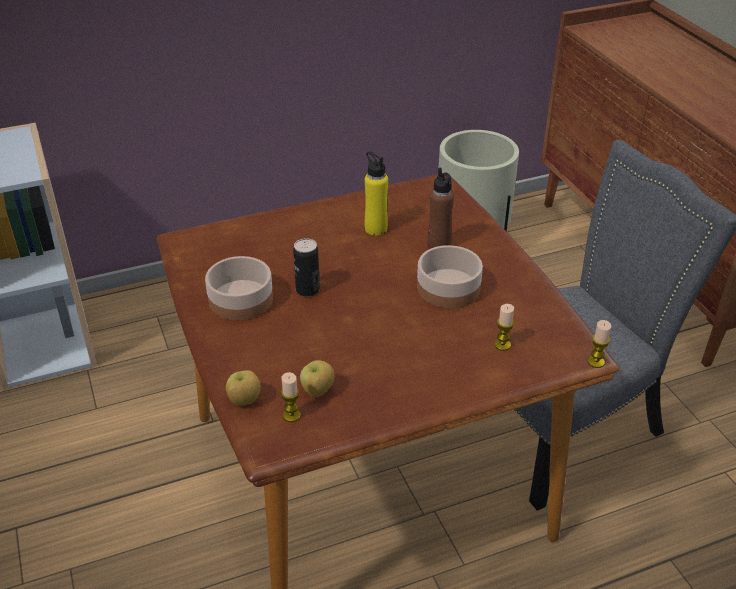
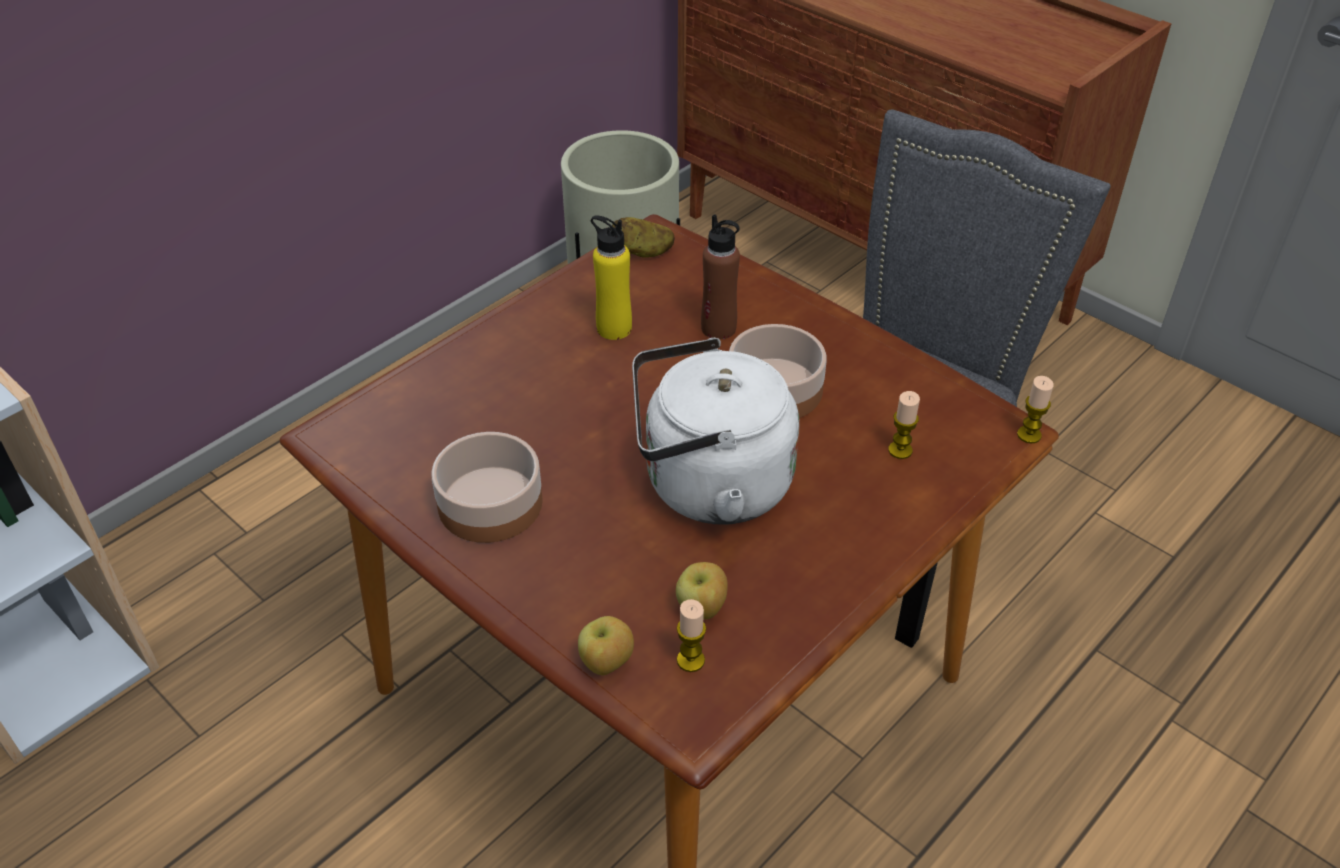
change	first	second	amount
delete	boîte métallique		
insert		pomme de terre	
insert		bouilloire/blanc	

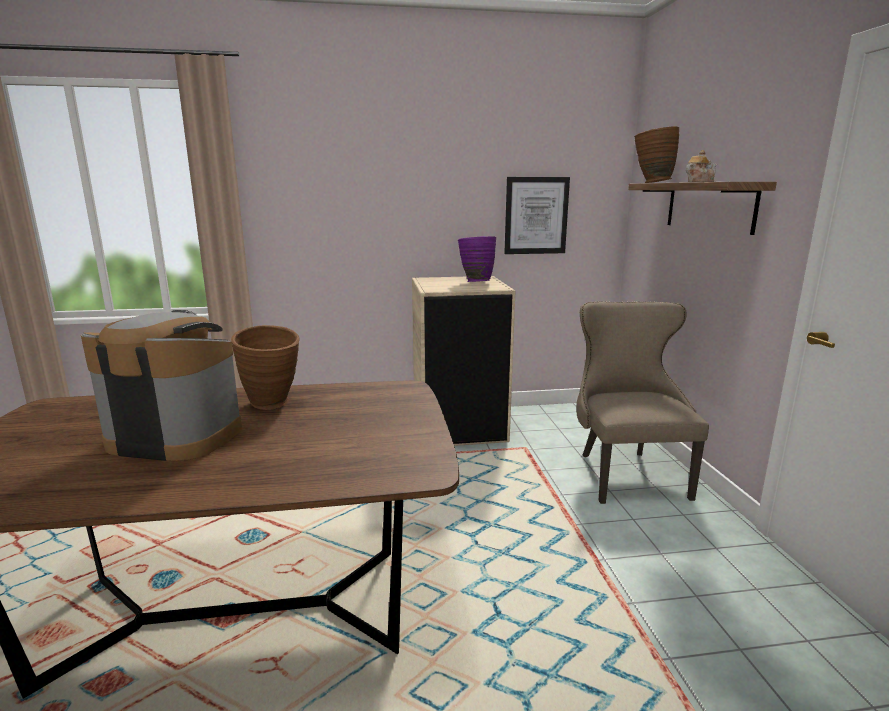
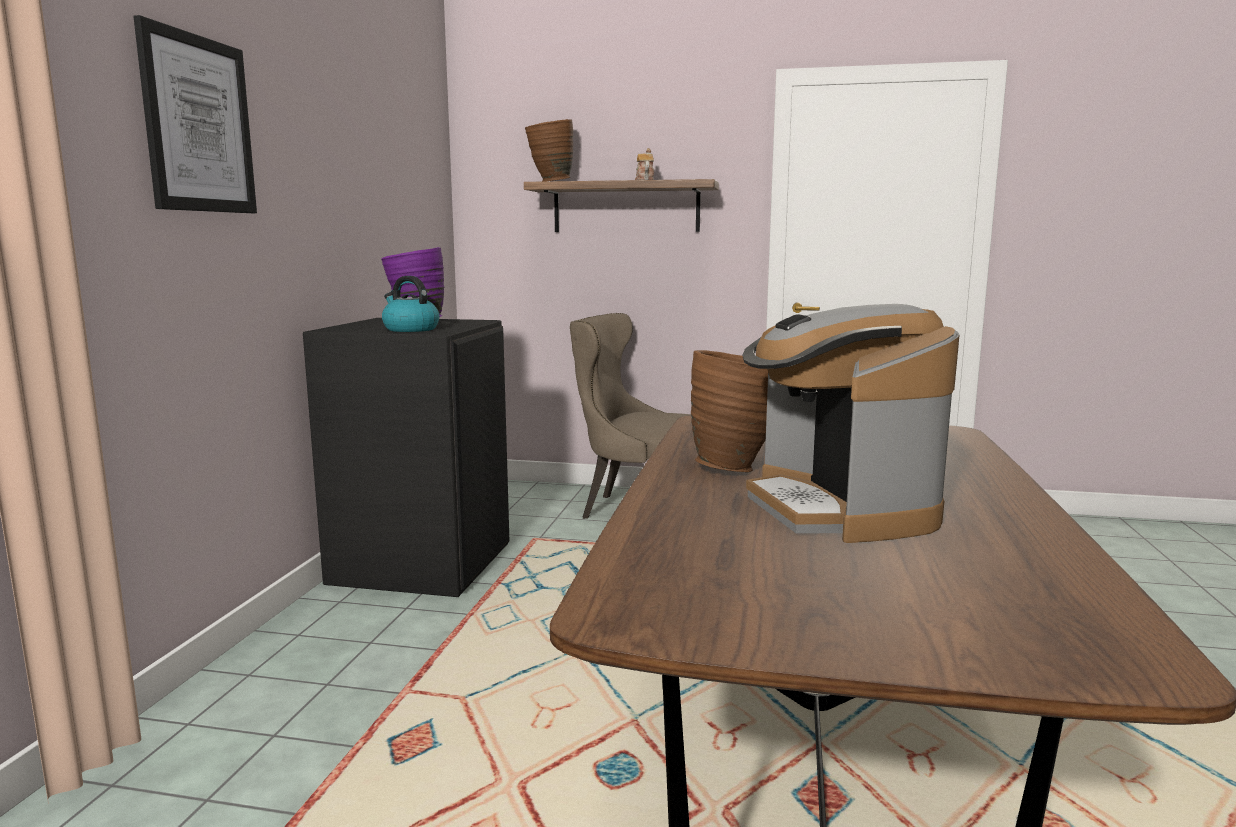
change	first	second	amount
move	tableau		
recolor	meuble de rangement/beige	meuble de rangement/noir	
rotate	machine à café		45 degrees counterclockwise
insert		bouilloire	

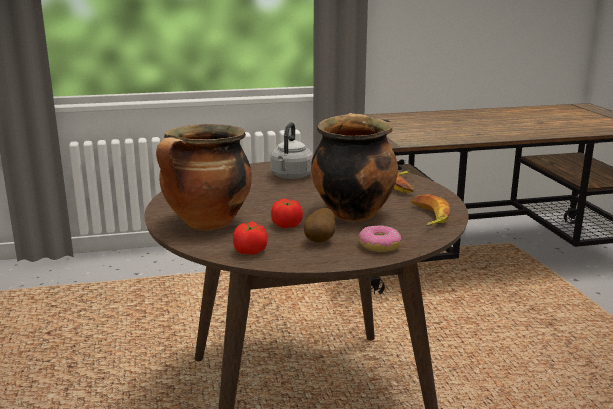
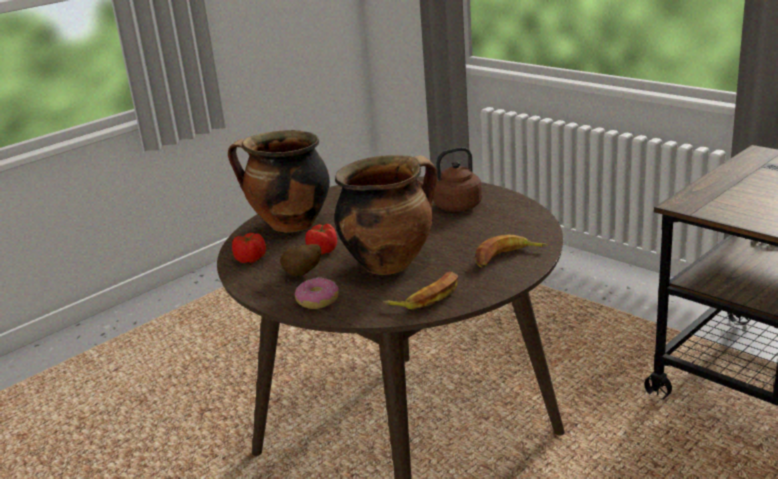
change	first	second	amount
recolor	bouilloire/gris	bouilloire/marron	

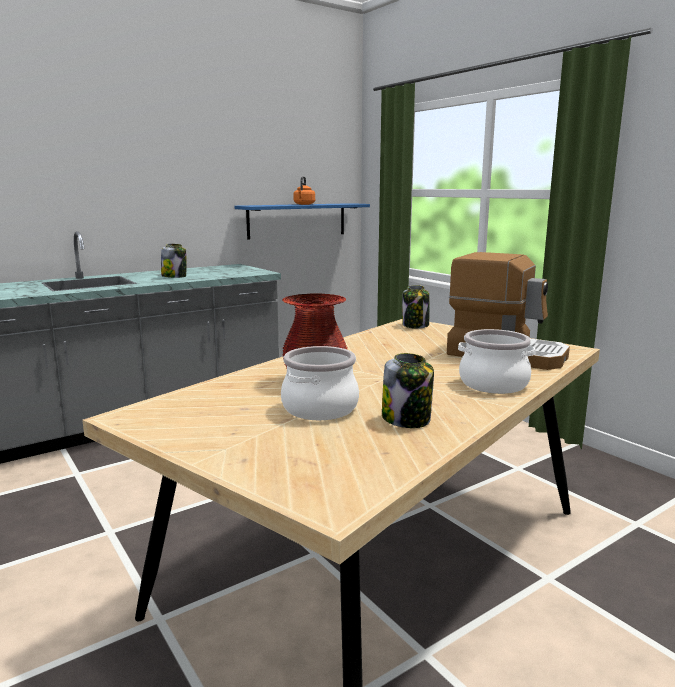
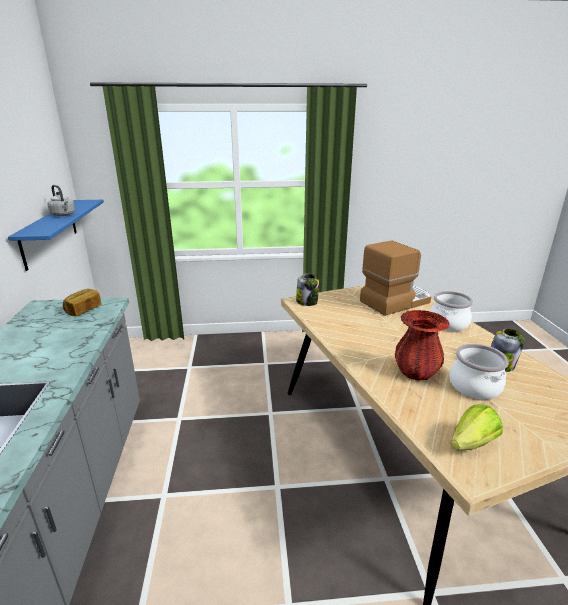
change	first	second	amount
recolor	bouilloire/orange	bouilloire/gris	
delete	bocal (1st from left)		
insert		pain	
insert		laitue	

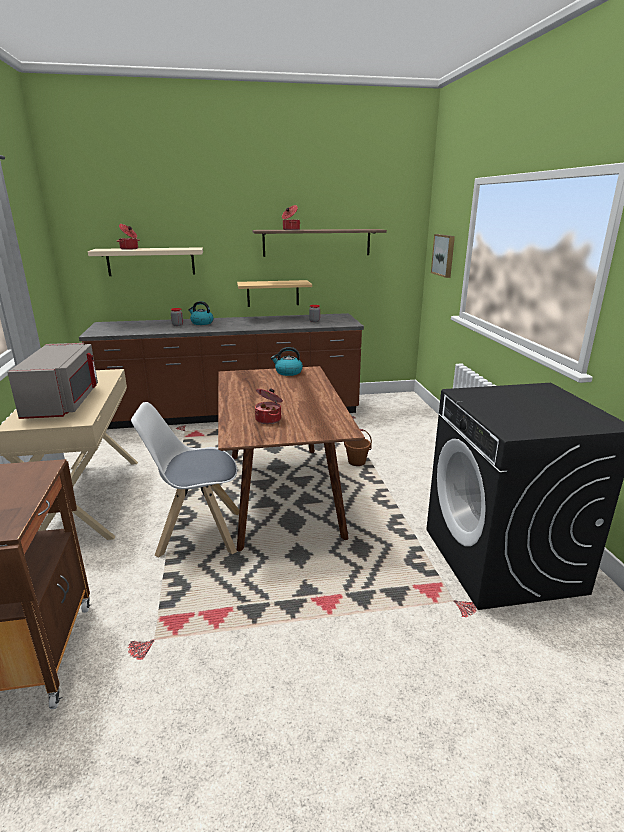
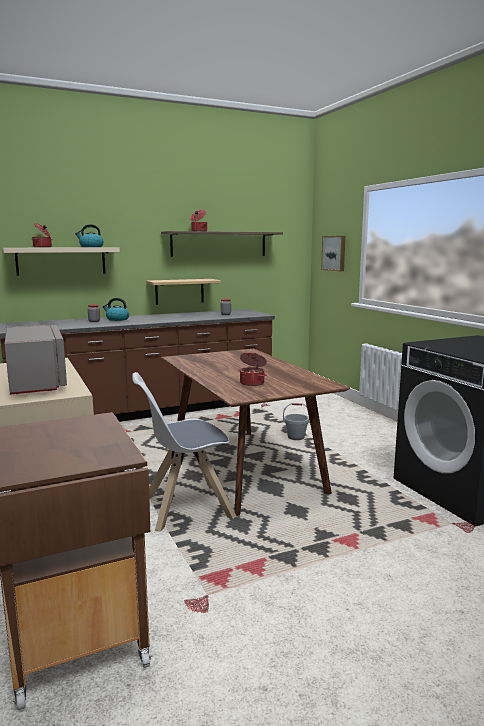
change	first	second	amount
move	bouilloire (2nd from left in the first image)	bouilloire (1st from left)	
recolor	seau/marron	seau/gris	

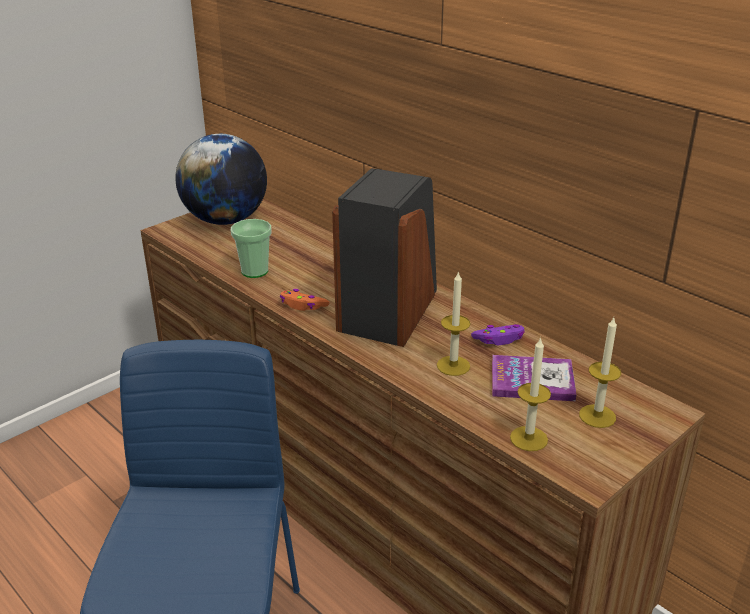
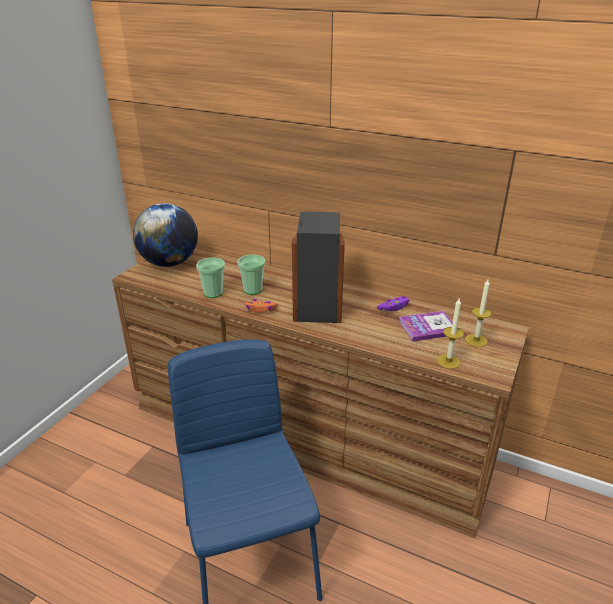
change	first	second	amount
delete	bougie (1st from left)		
insert		tasse (2nd from left)	

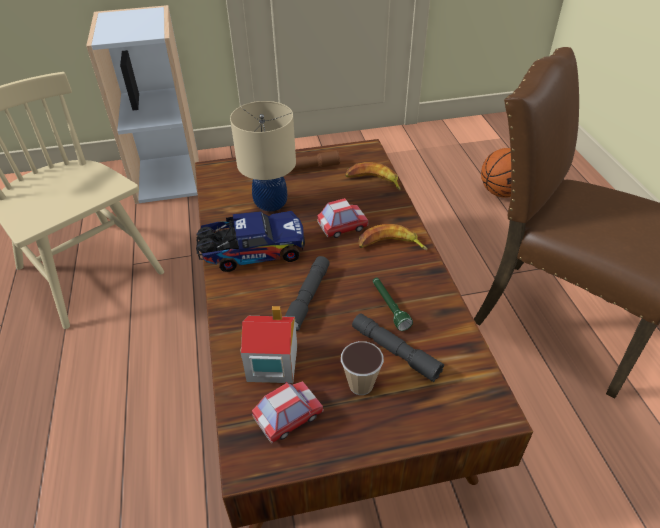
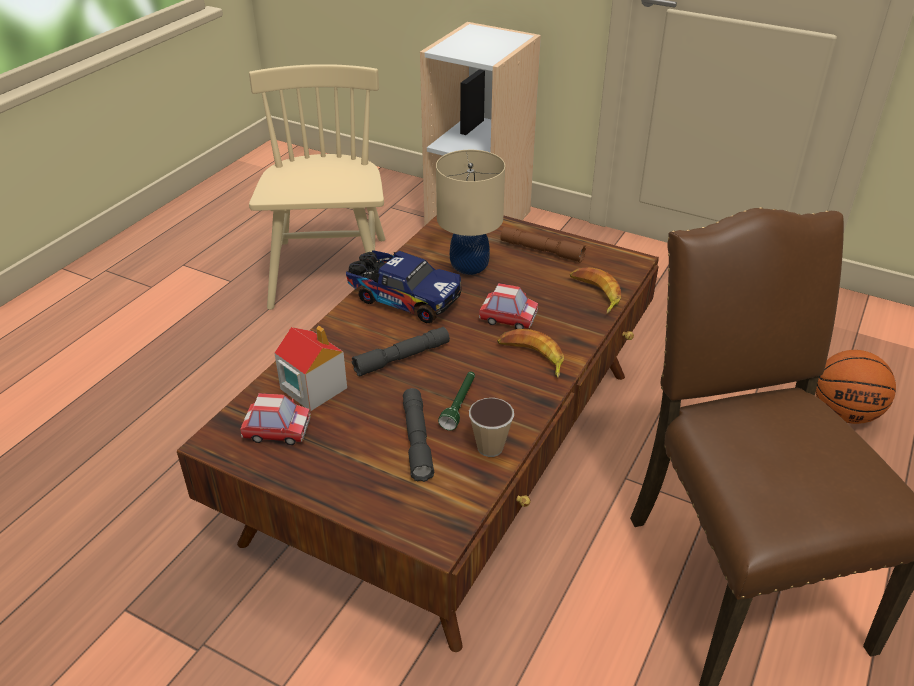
change	first	second	amount
move	tasse		

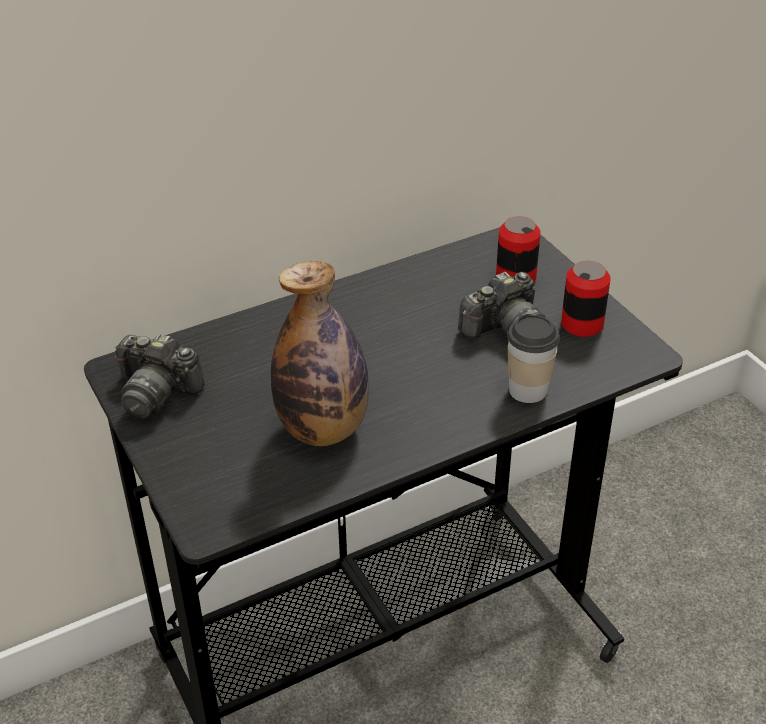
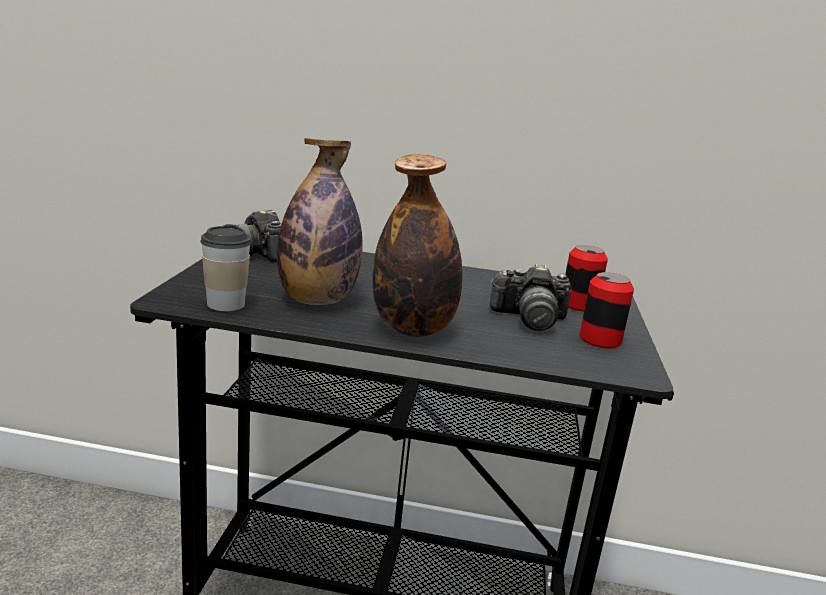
change	first	second	amount
move	tasse		
insert		bouteille (2nd from left)	

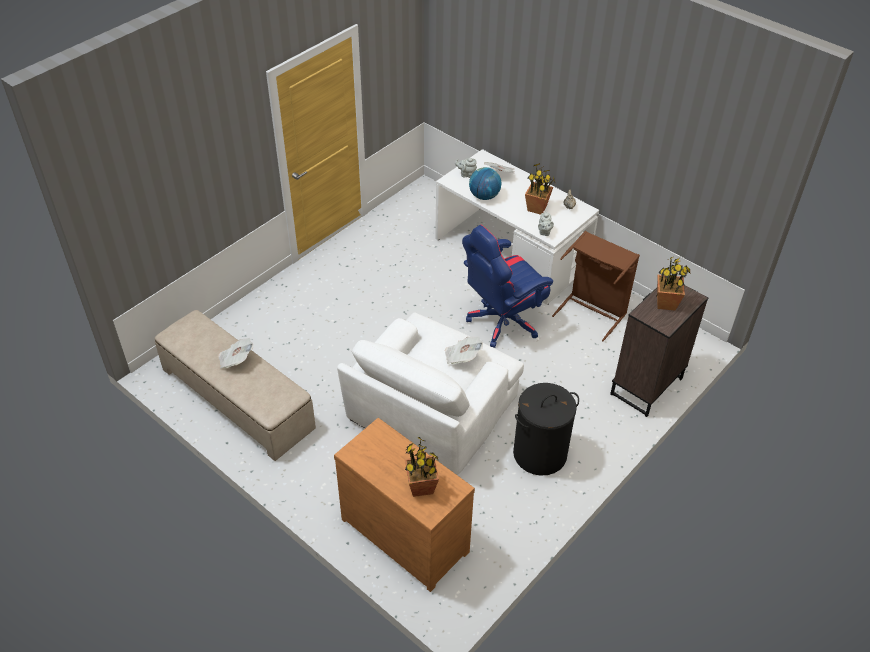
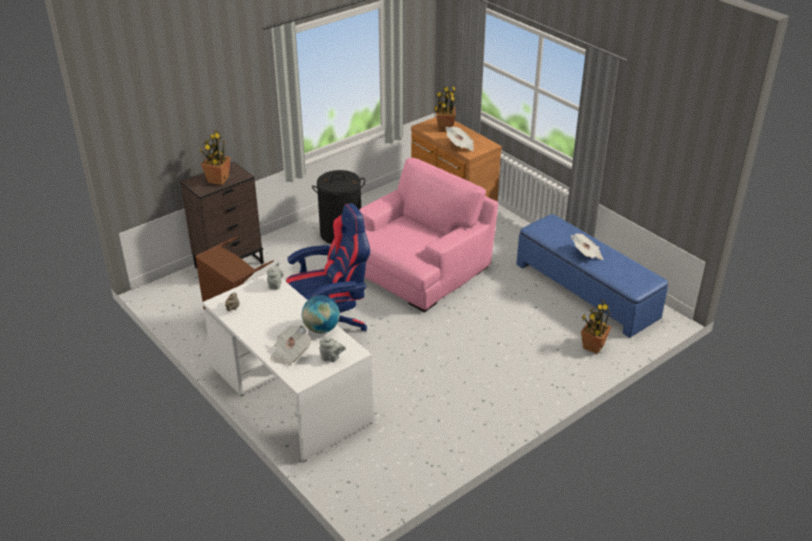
change	first	second	amount
move	plante en pot (2nd from left in the first image)	plante en pot (3rd from left)	
recolor	banc/beige	banc/bleu	
recolor	fauteuil/blanc	fauteuil/rose	
move	journal (2nd from left)		

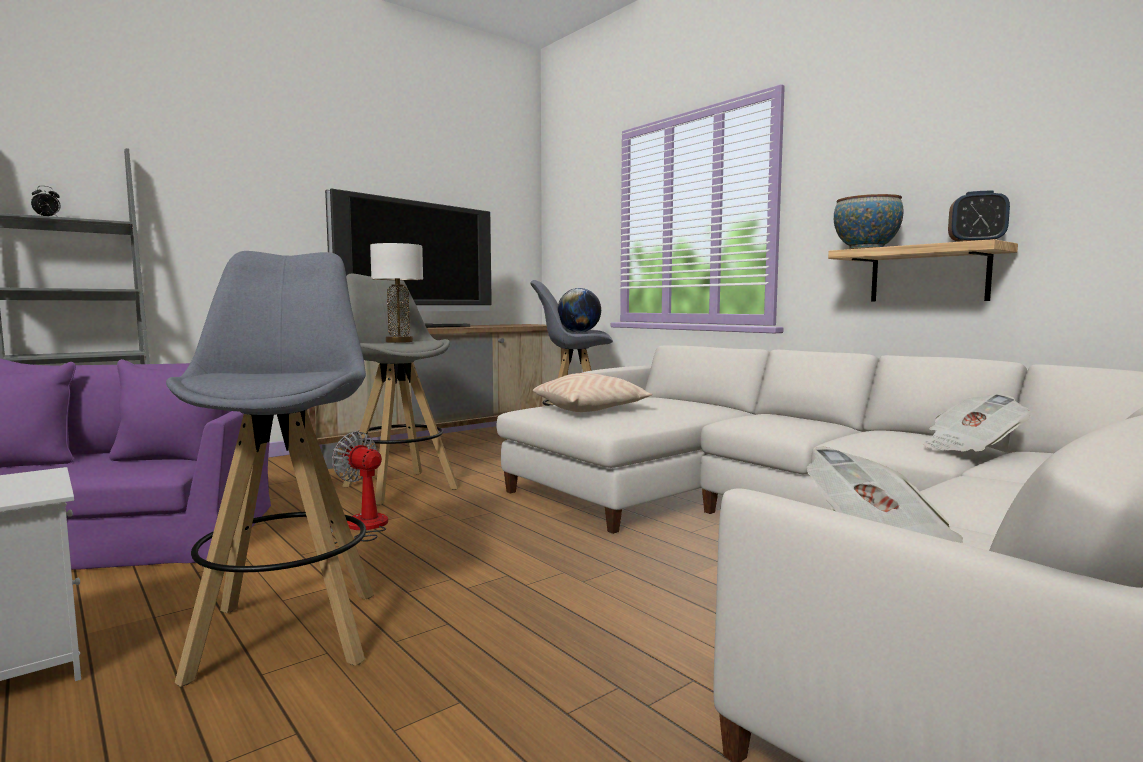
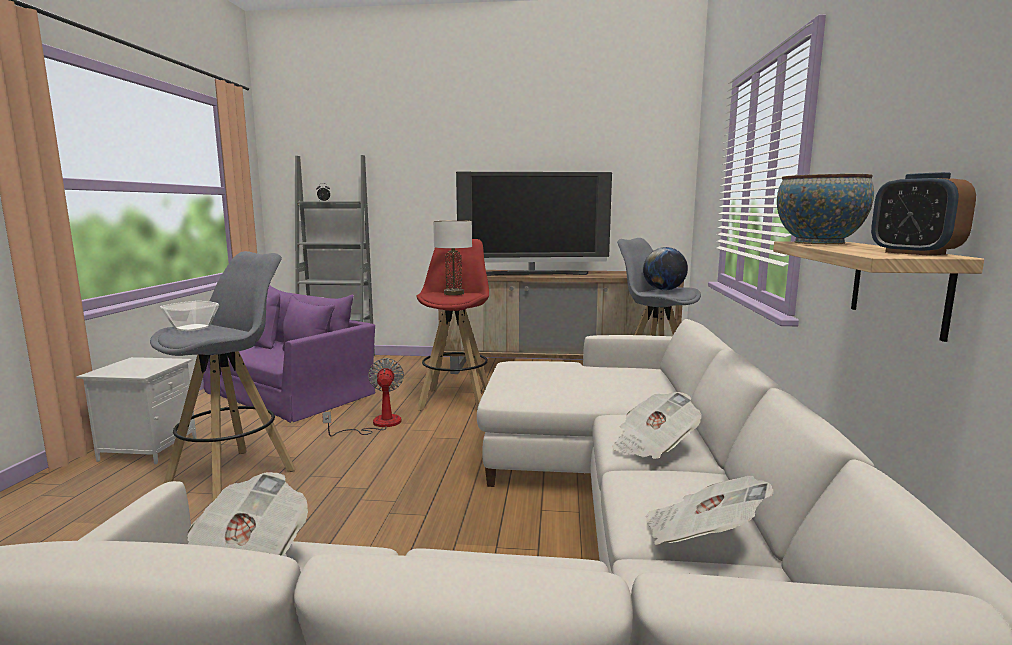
change	first	second	amount
recolor	tabouret/gris (2nd from left)	tabouret/rouge	
delete	coussin/beige		
insert		bol (1st from left)	
insert		journal (2nd from left)	

